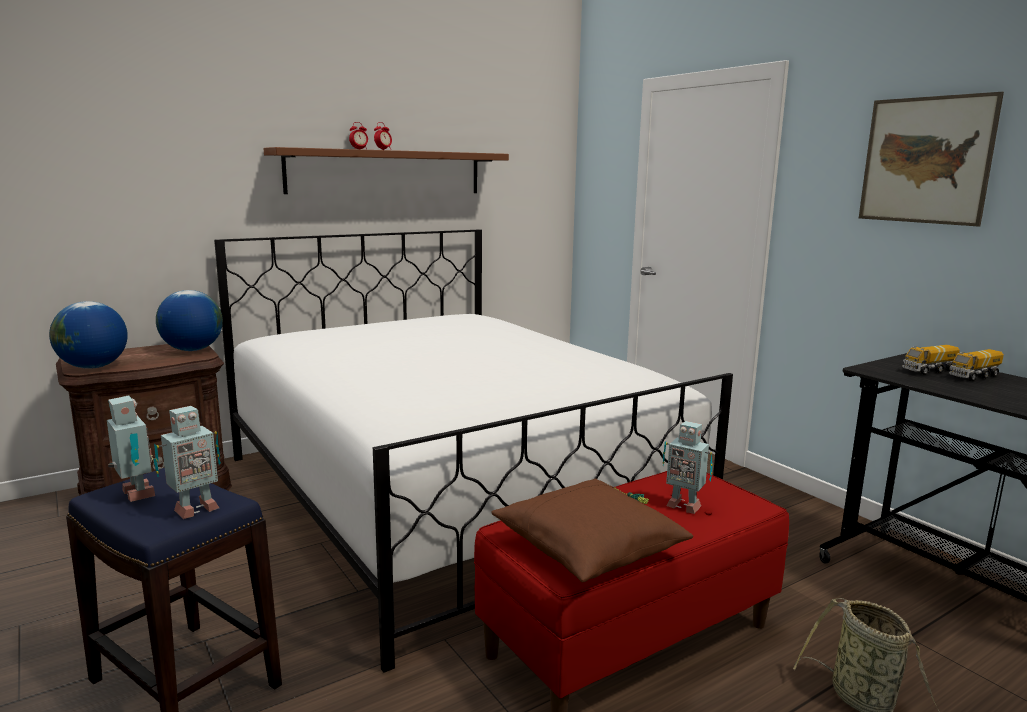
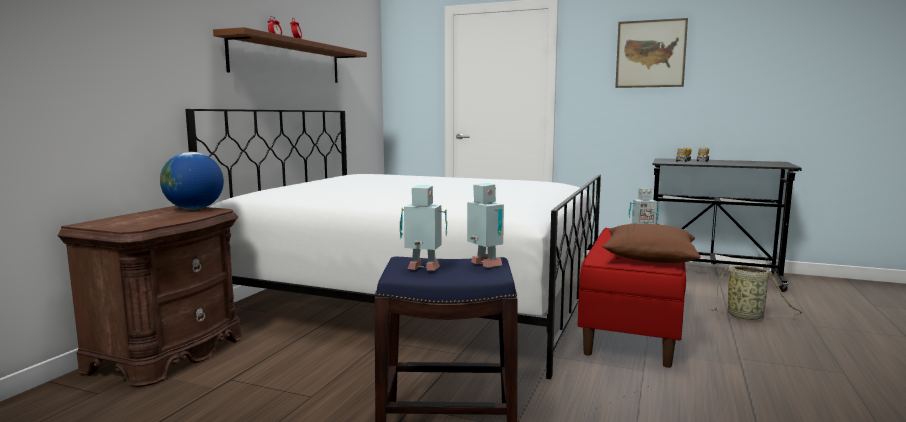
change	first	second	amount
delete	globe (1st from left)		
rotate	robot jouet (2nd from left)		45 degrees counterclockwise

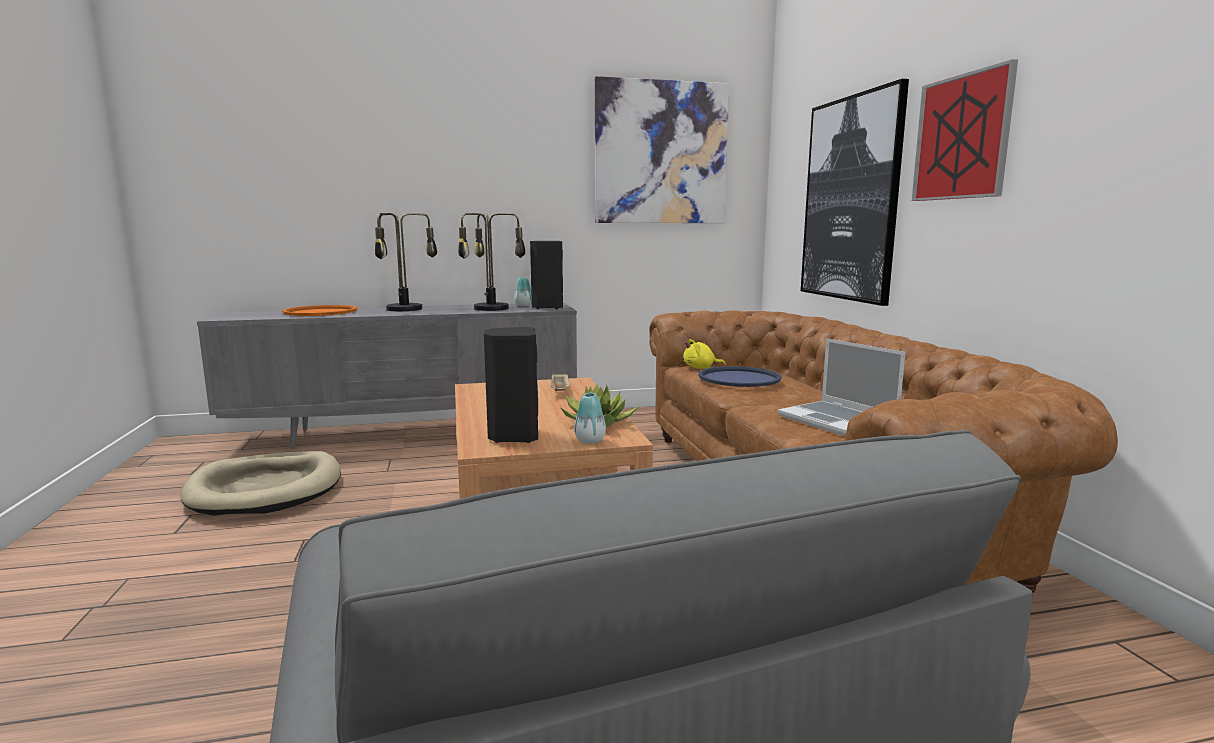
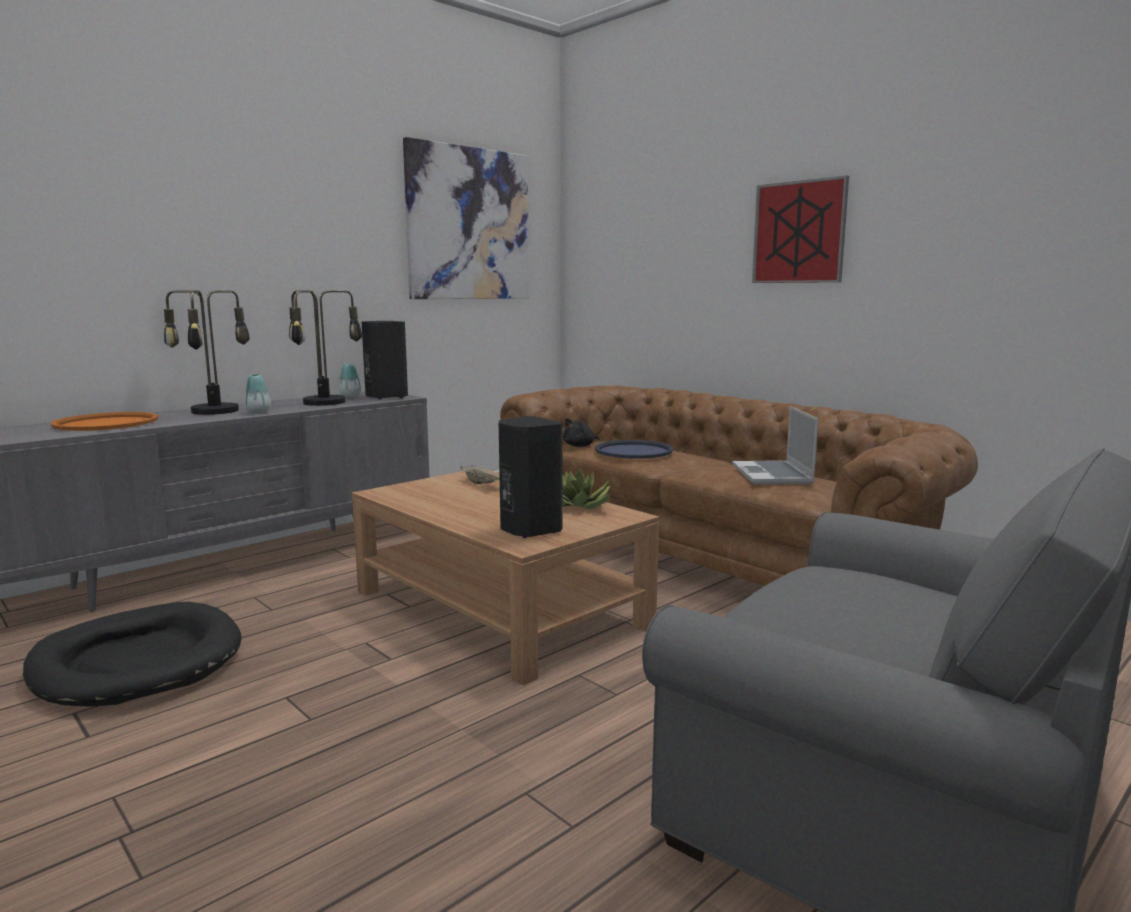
change	first	second	amount
delete	tableau (2nd from left)		
recolor	peluche/jaune	peluche/noir	
rotate	ordinateur portable		60 degrees clockwise
move	vase (2nd from left in the first image)	vase (1st from left)	
recolor	panier pour chien/beige	panier pour chien/noir	

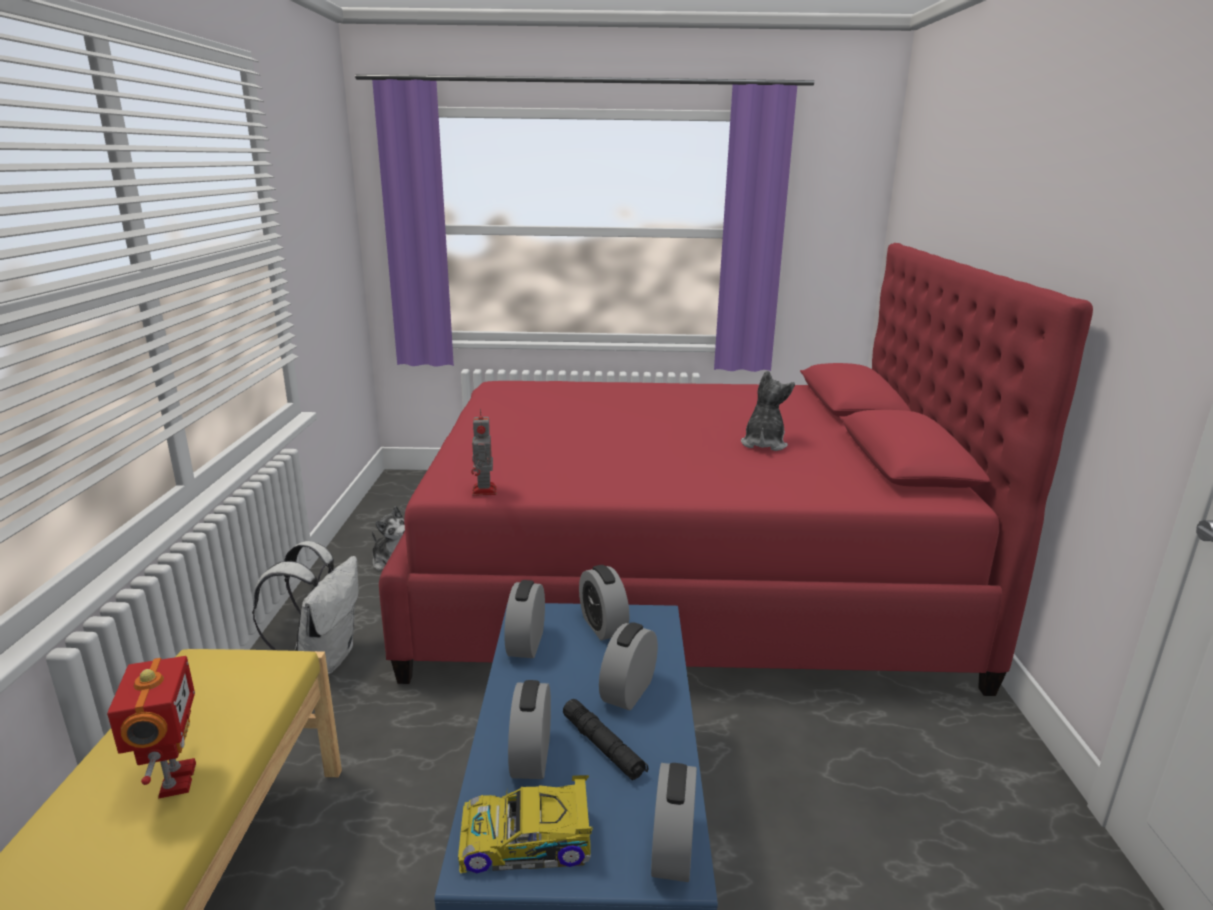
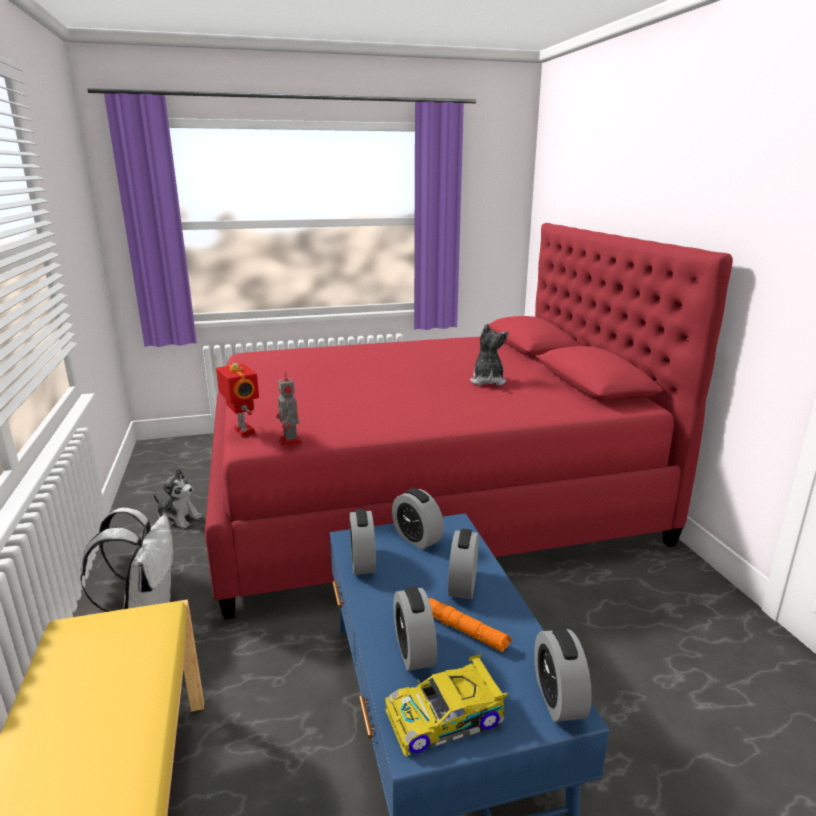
change	first	second	amount
move	robot jouet (1st from left)		
recolor	lampe de poche/noir	lampe de poche/orange	

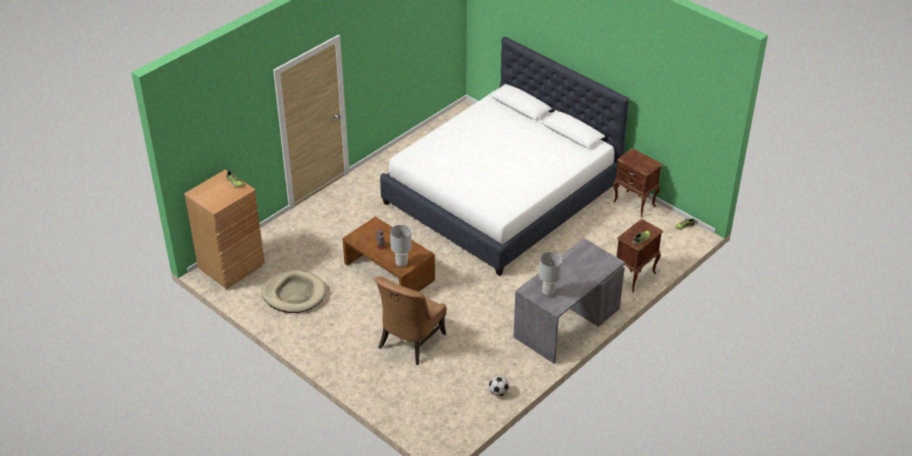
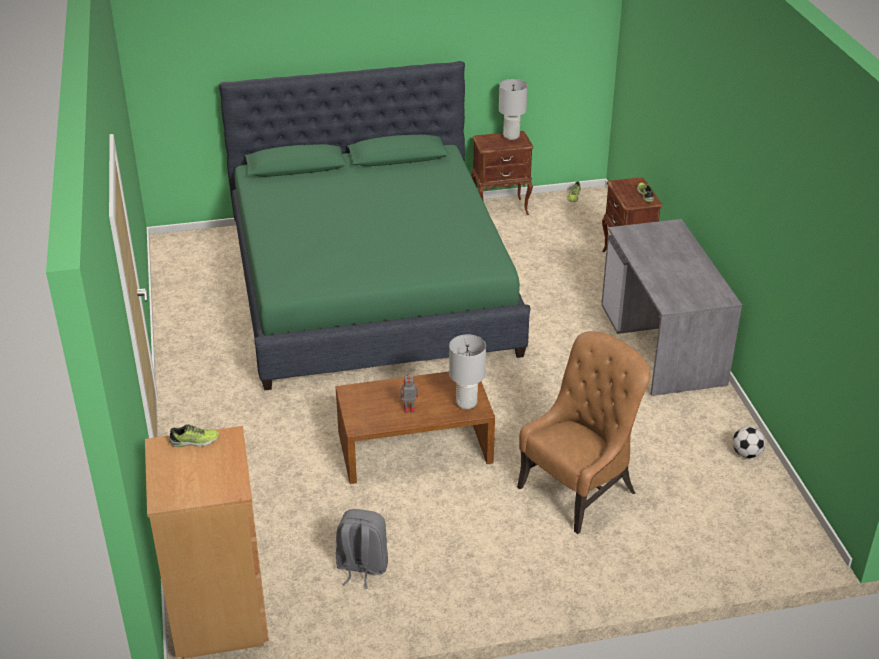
change	first	second	amount
recolor	lit/blanc	lit/vert	
move	lampe de table/gris (2nd from left)		
replace	panier pour chien/beige	sac à dos/gris	
rotate	chaise/marron		105 degrees counterclockwise

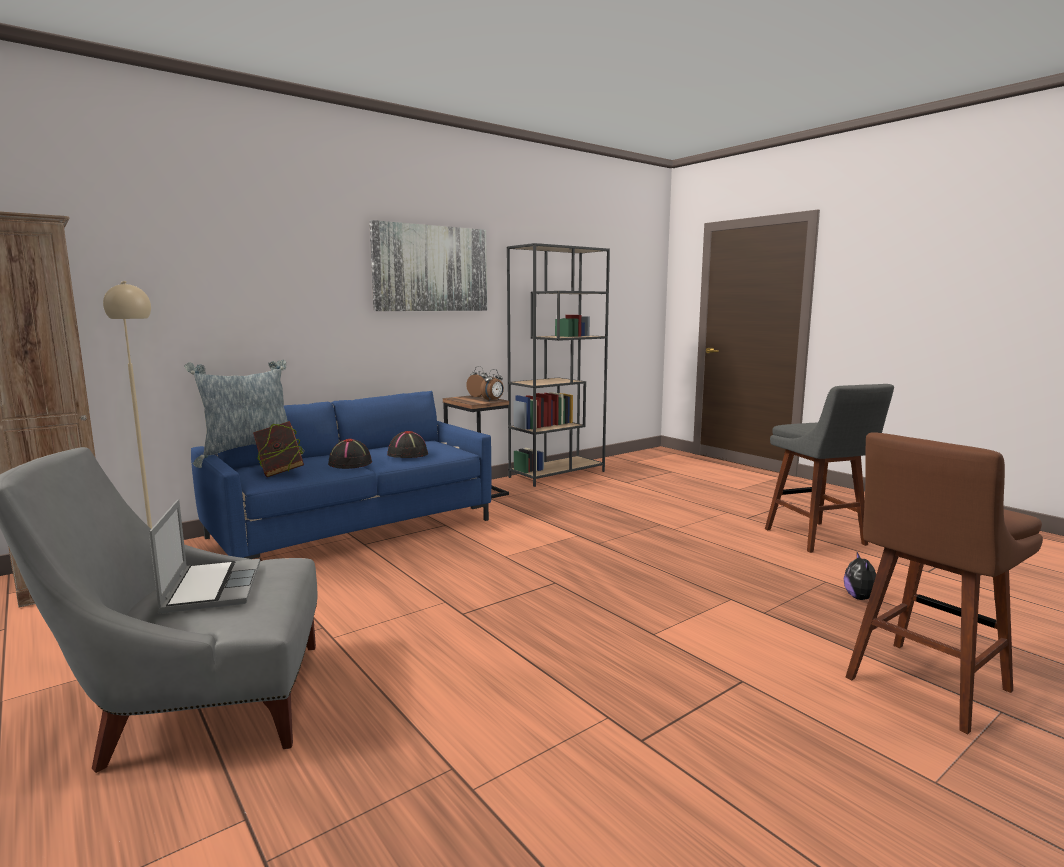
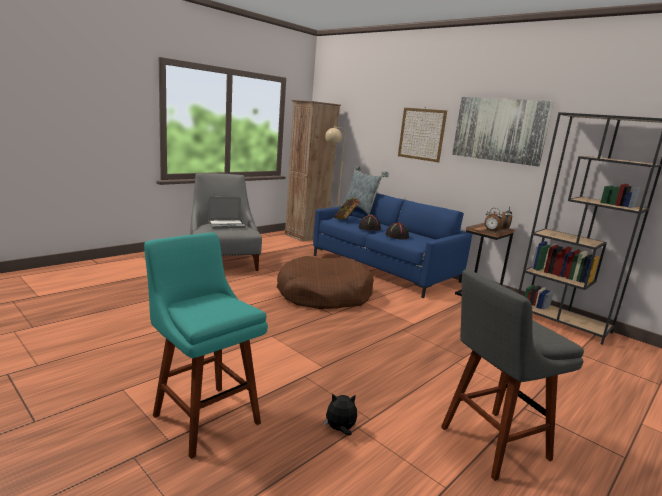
change	first	second	amount
recolor	tabouret/marron	tabouret/turquoise	
insert		tableau (1st from left)	
insert		panier pour chien/marron	

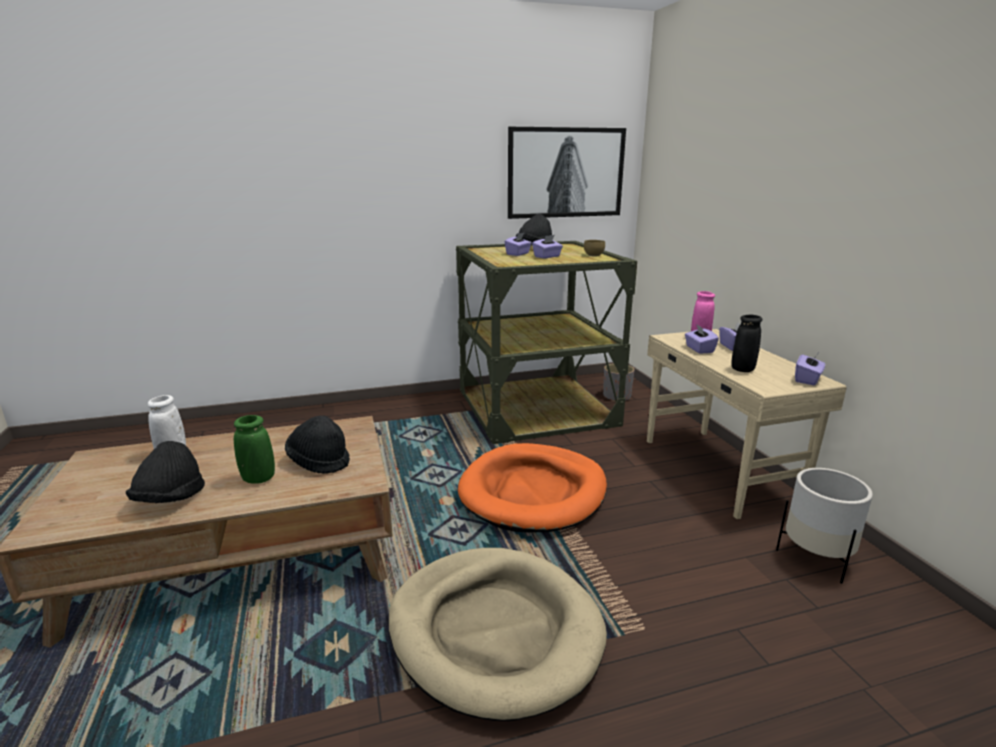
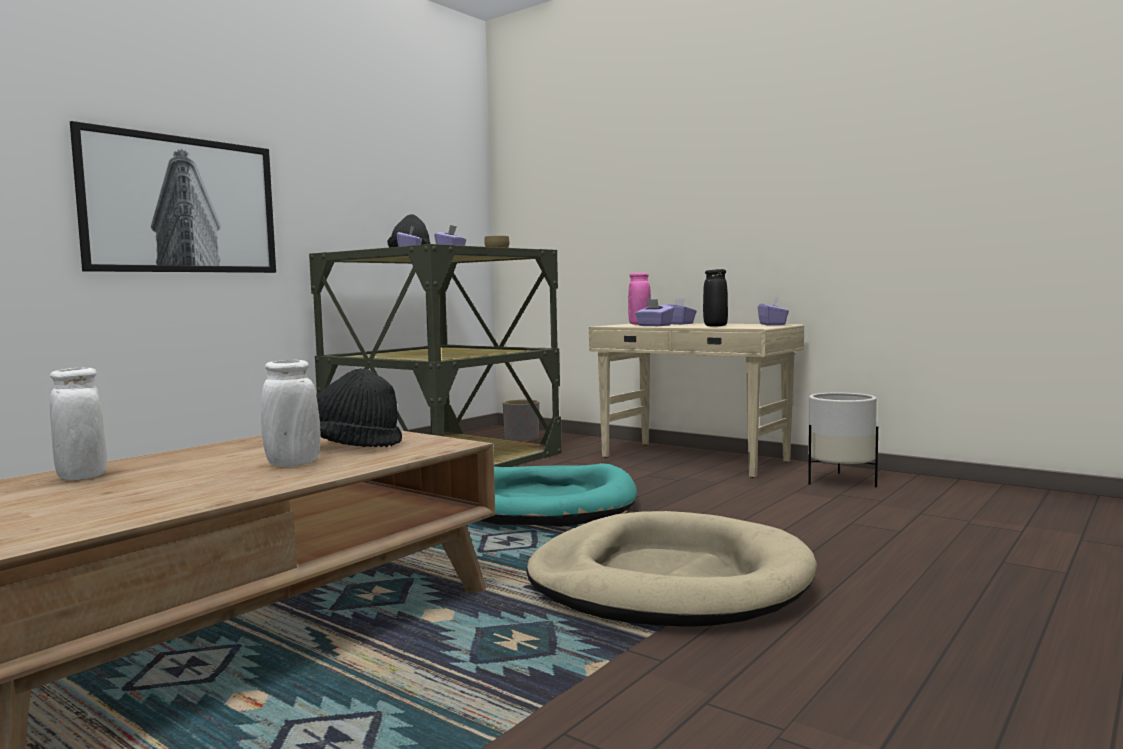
change	first	second	amount
move	tableau		
recolor	vase/vert	vase/blanc (2nd from left)	
delete	chapeau/noir (1st from left)		
recolor	panier pour chien/orange	panier pour chien/turquoise	

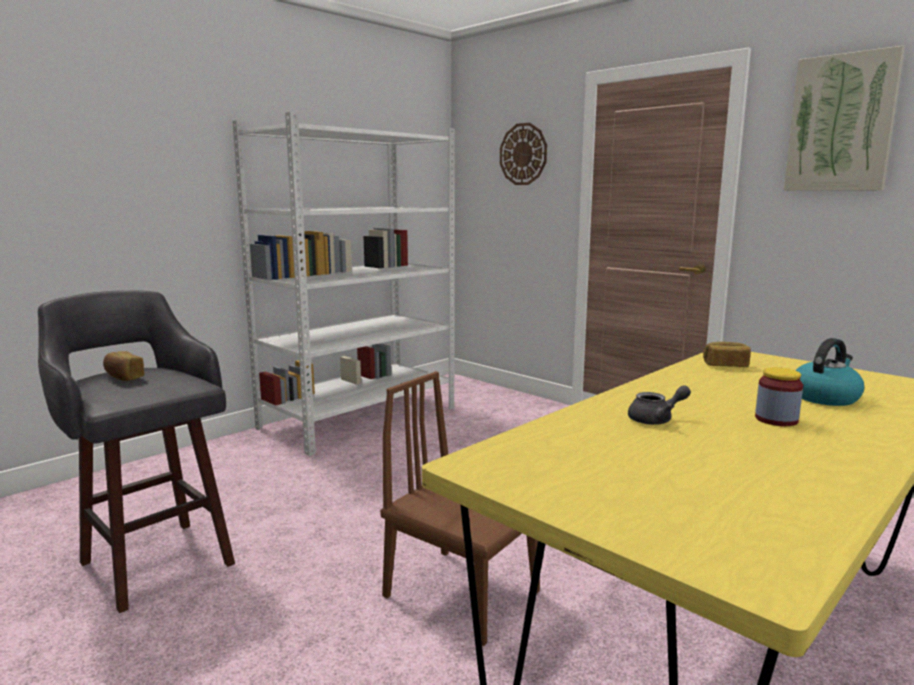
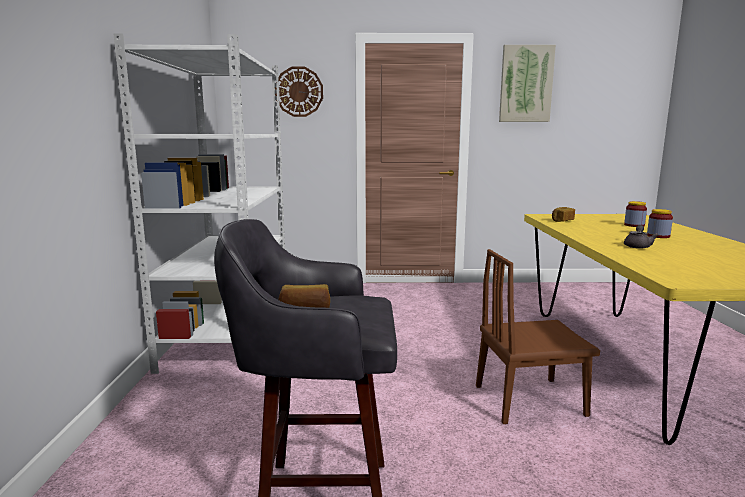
change	first	second	amount
replace	bouilloire	bocal (1st from left)	

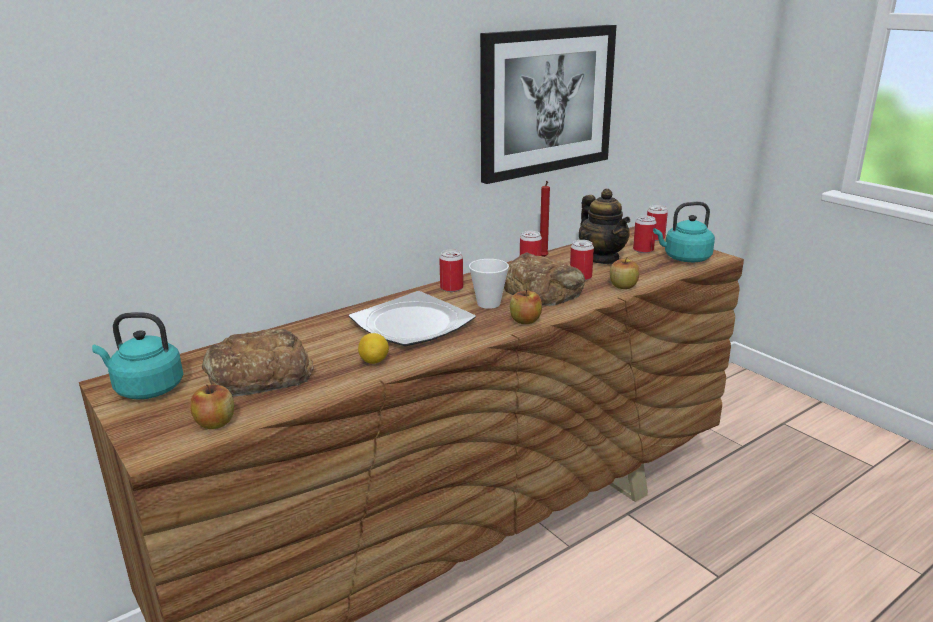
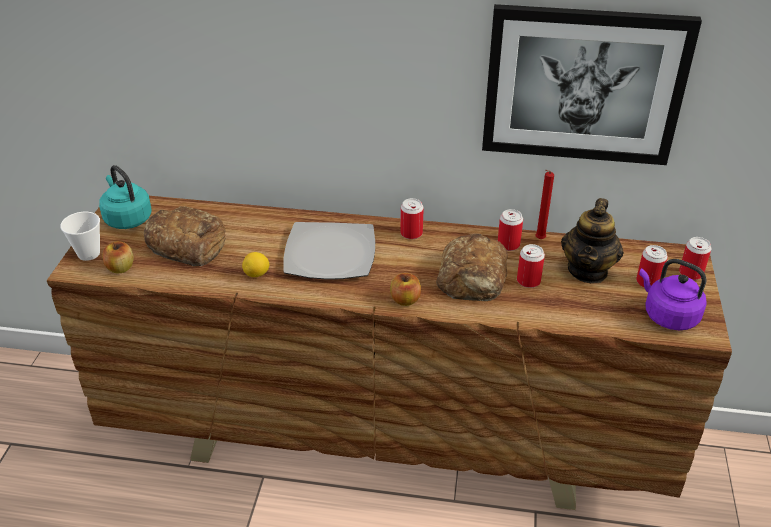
change	first	second	amount
recolor	bouilloire/turquoise (2nd from left)	bouilloire/violet	
delete	pomme (3rd from left)		
move	tasse		

